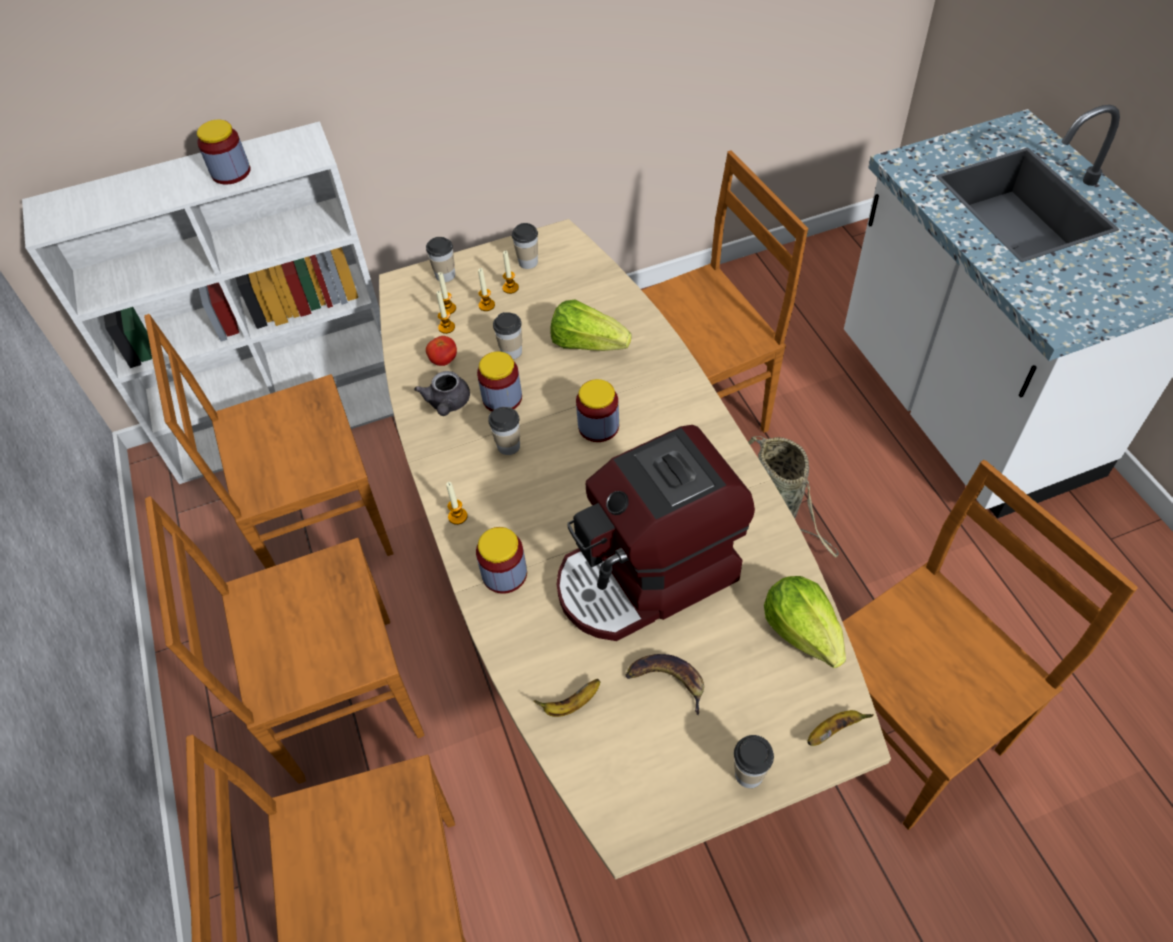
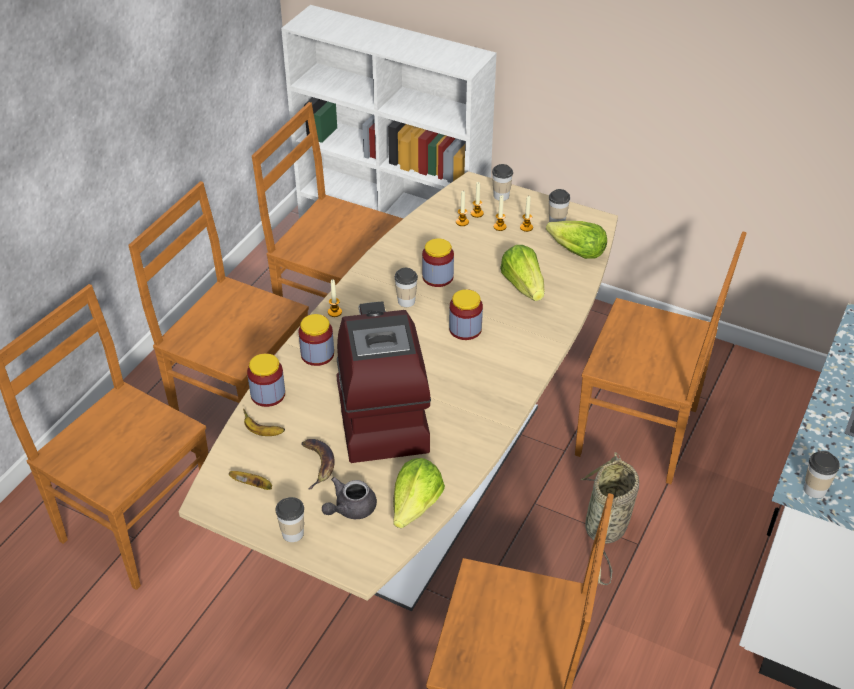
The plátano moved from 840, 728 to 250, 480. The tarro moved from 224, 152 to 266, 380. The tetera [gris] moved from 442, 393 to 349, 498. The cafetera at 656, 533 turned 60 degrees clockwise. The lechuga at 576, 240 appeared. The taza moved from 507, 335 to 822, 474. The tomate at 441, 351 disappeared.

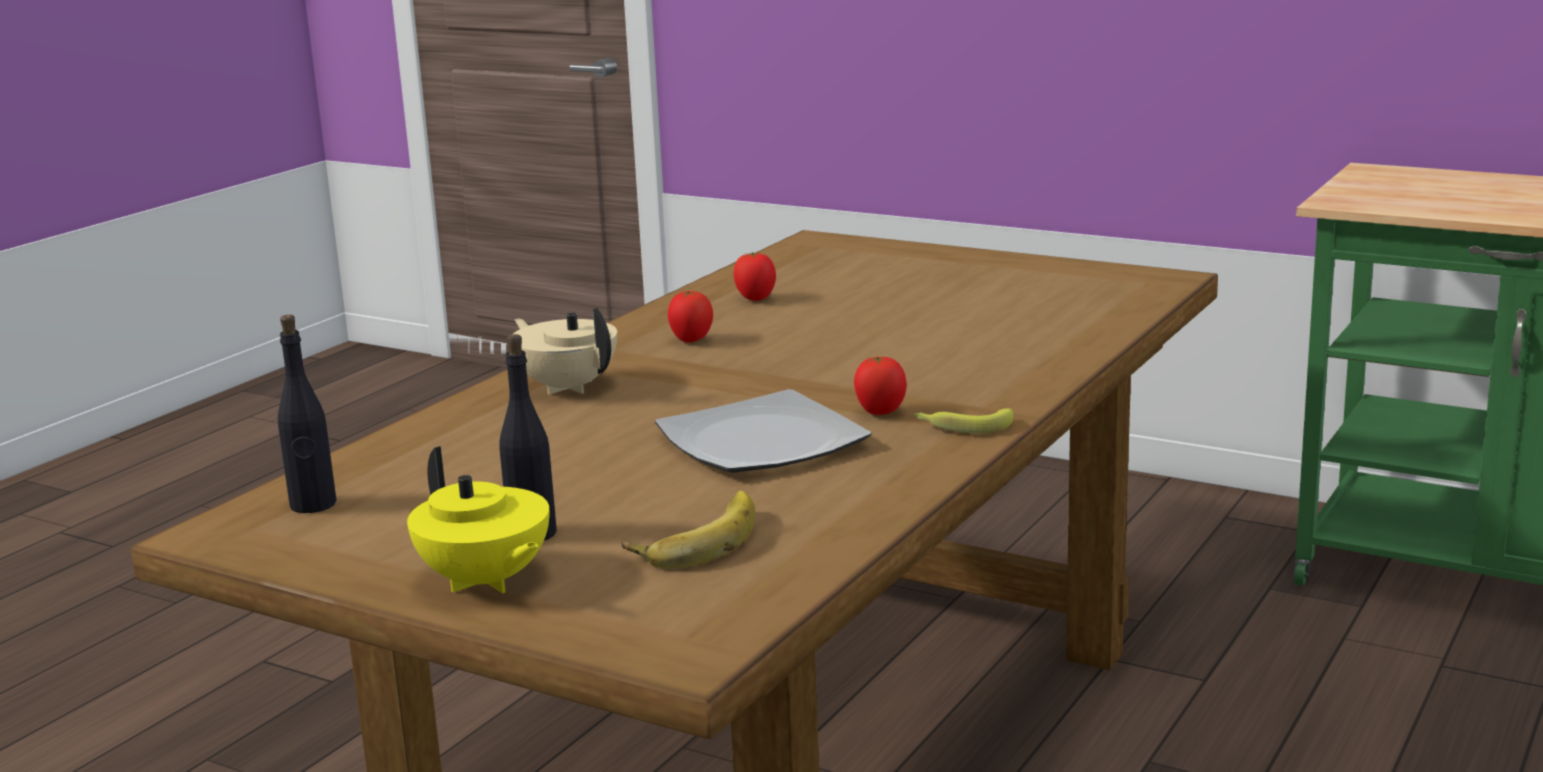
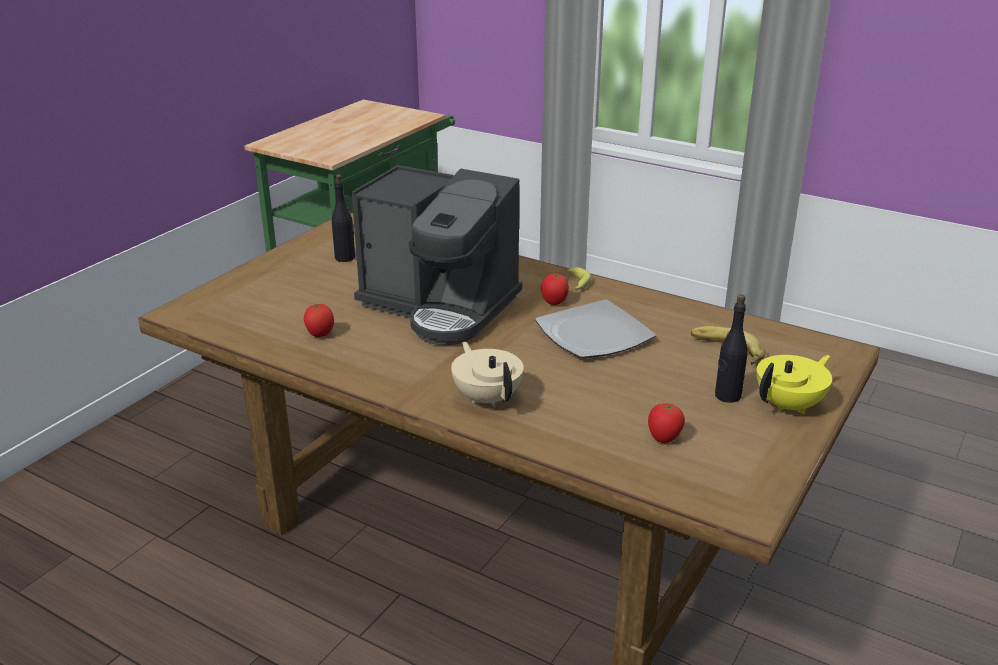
The botella [negro] moved from 307, 414 to 343, 218. The cafetera at 437, 255 appeared. The tetera [beis] at 565, 351 turned 105 degrees clockwise. The tomate moved from 690, 317 to 666, 423.

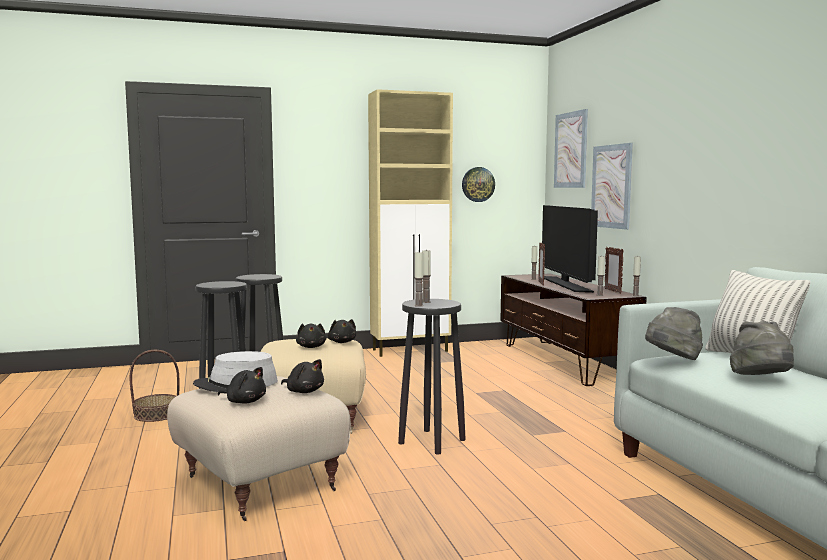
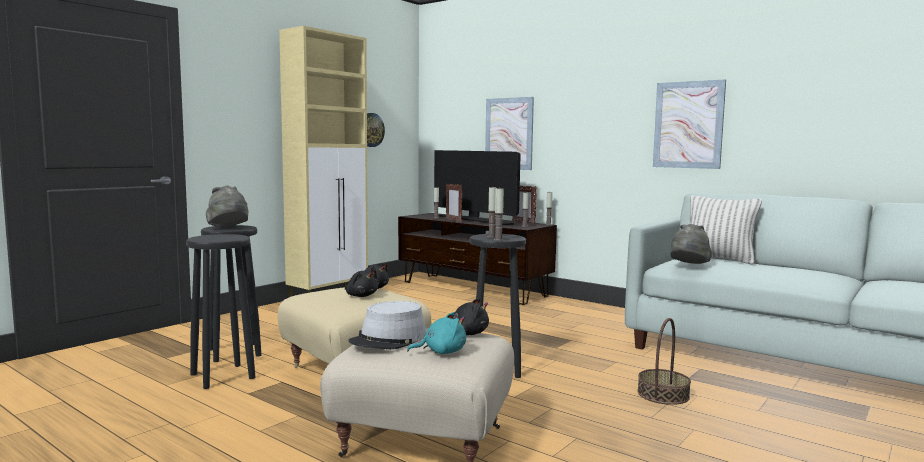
The sombrero [gris] moved from 762, 348 to 227, 206. The peluche [negro] at 242, 385 became the peluche [turquesa] at 436, 333. The cesta moved from 154, 386 to 664, 361. The cuadro moved from 571, 148 to 689, 124.

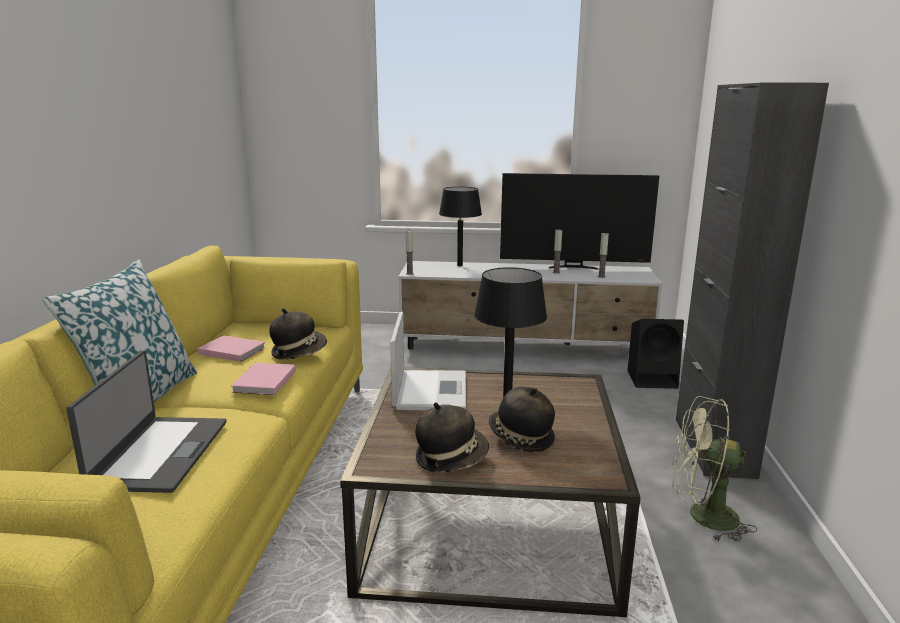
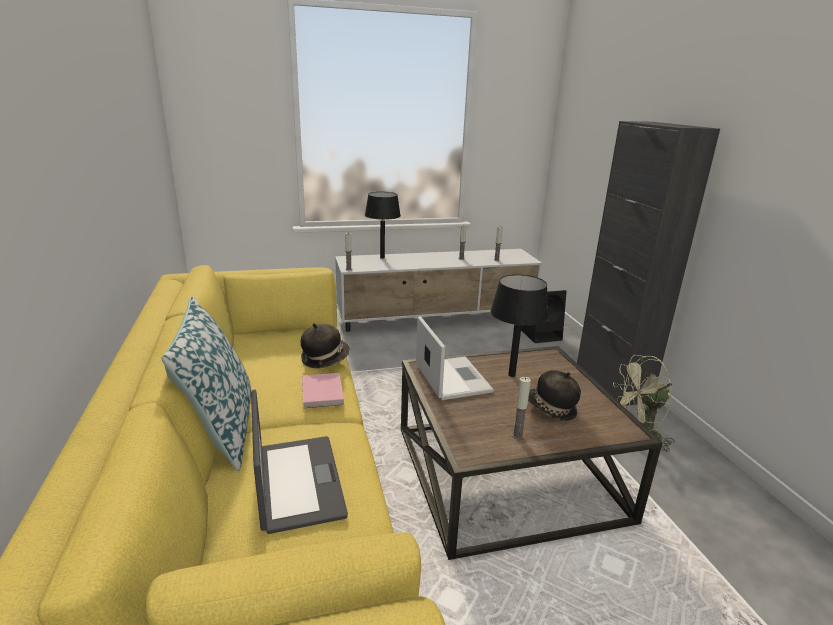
The sombrero at 452, 437 was replaced by the vela at 521, 408. The libro [rosa] at 231, 348 disappeared. The televisor at 579, 221 disappeared.

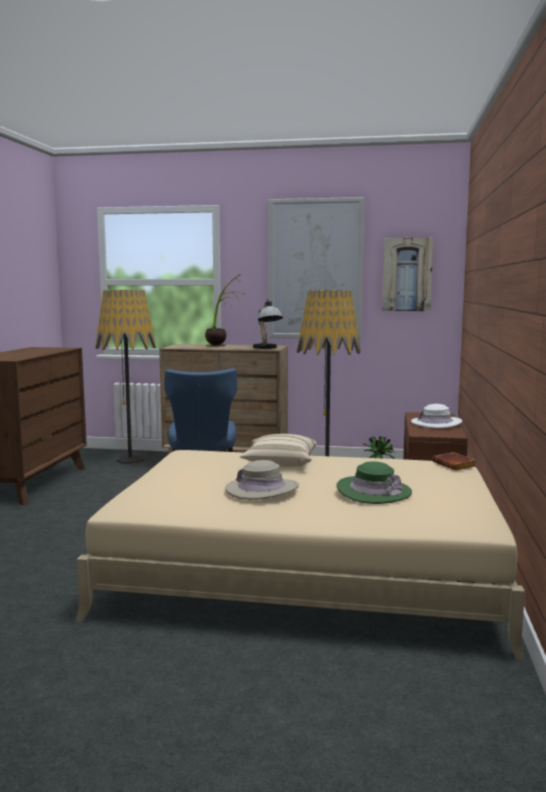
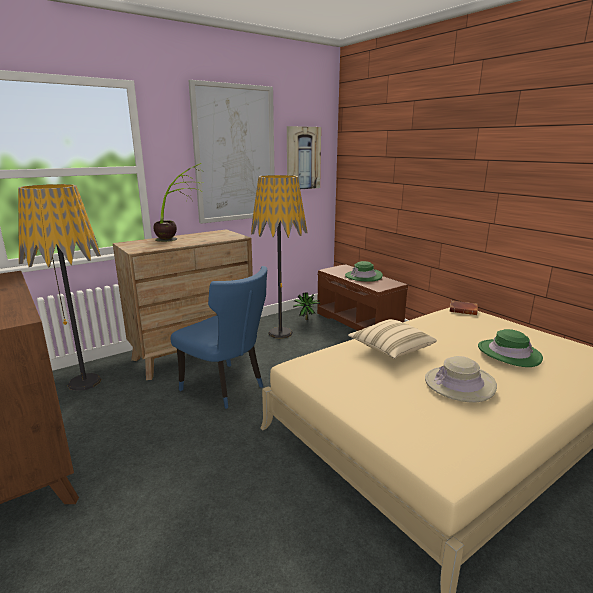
The sombrero [blanco] at 436, 416 became the sombrero [verde] at 364, 271. The lámpara de mesa at 268, 324 disappeared.

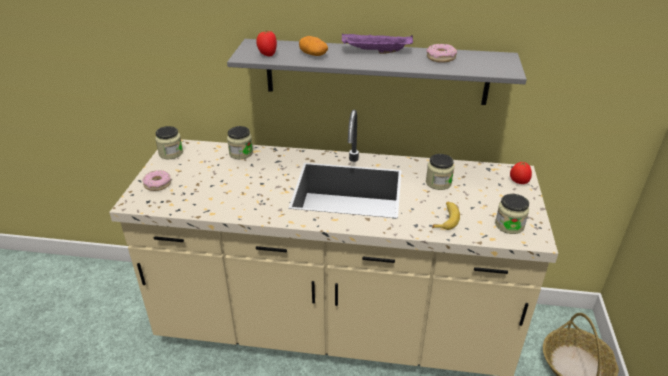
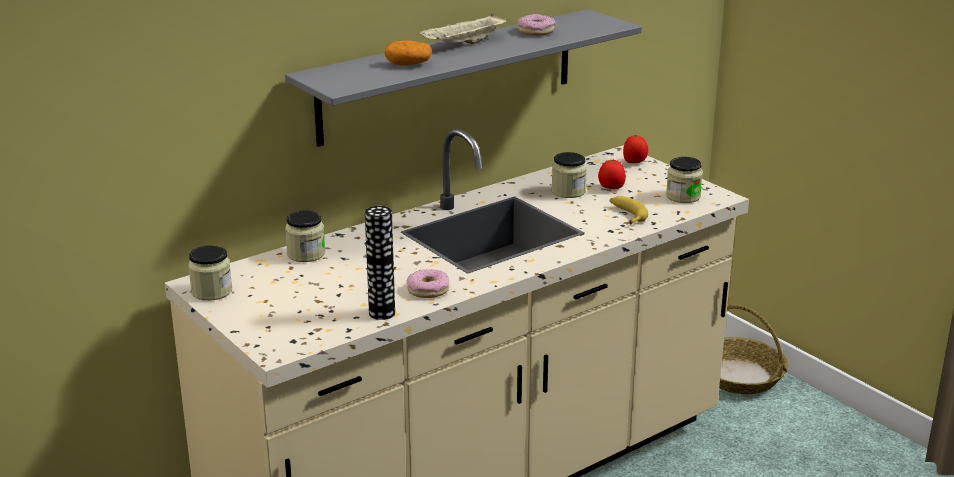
The florero at 380, 263 appeared. The rosquilla moved from 156, 180 to 428, 283. The bandeja [morado] at 377, 44 became the bandeja [beis] at 463, 28. The tomate moved from 266, 43 to 612, 174.

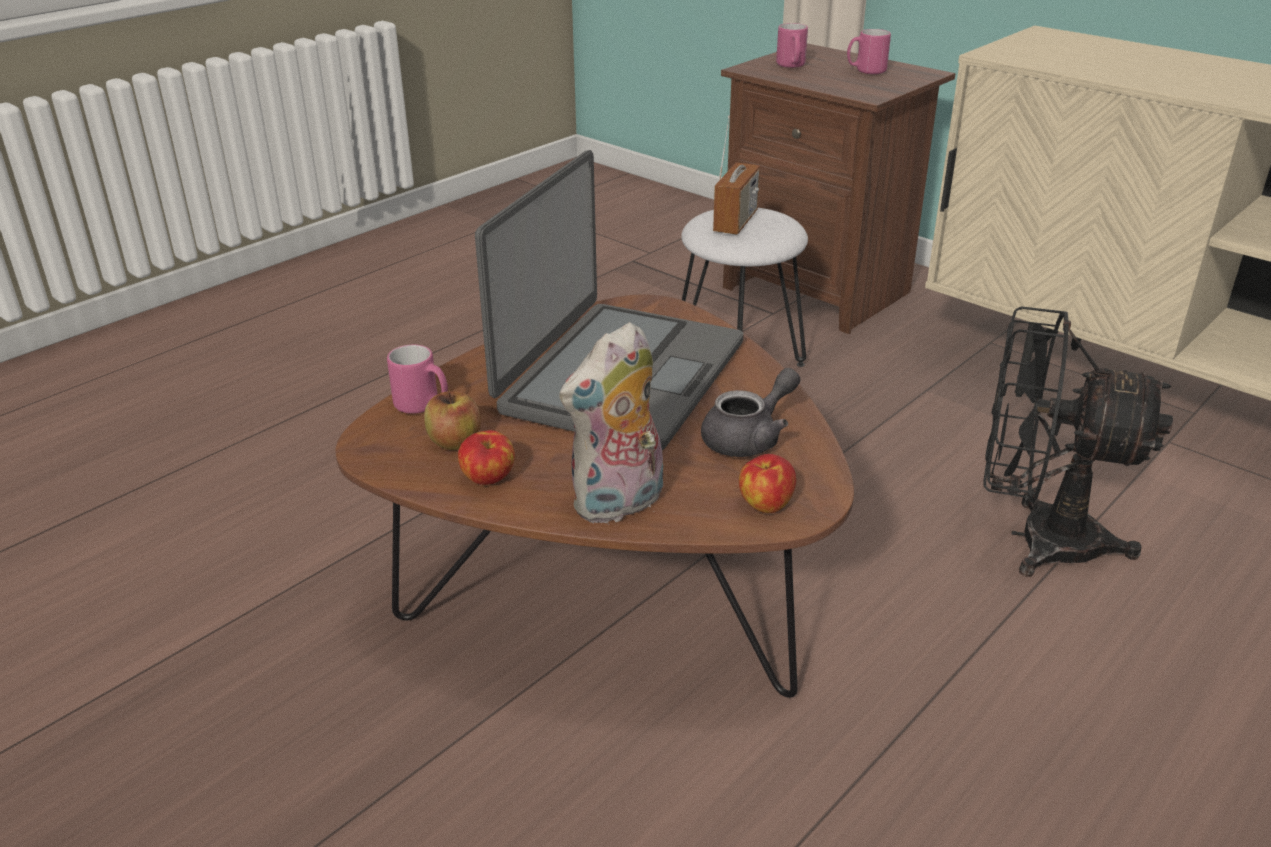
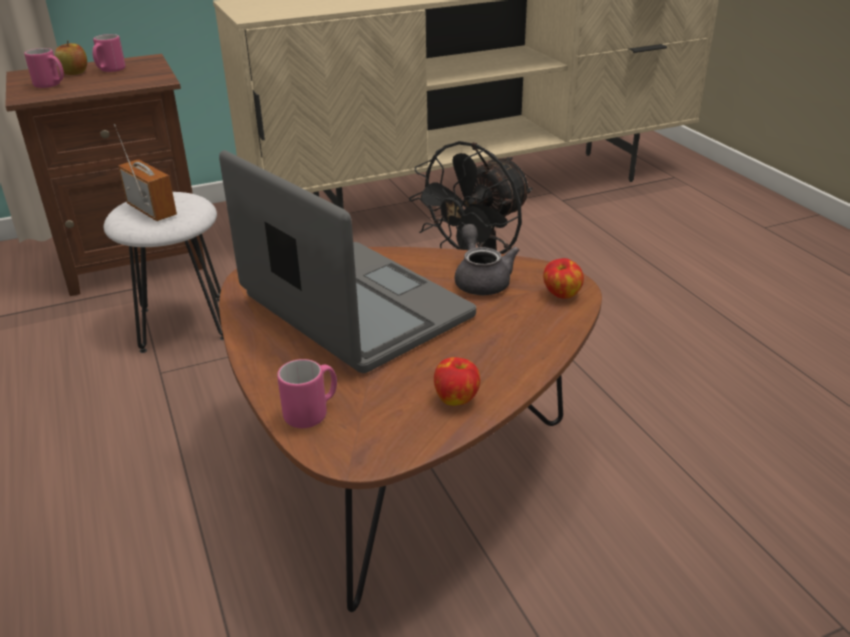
The manzana moved from 453, 420 to 71, 57. The peluche at 611, 423 disappeared.

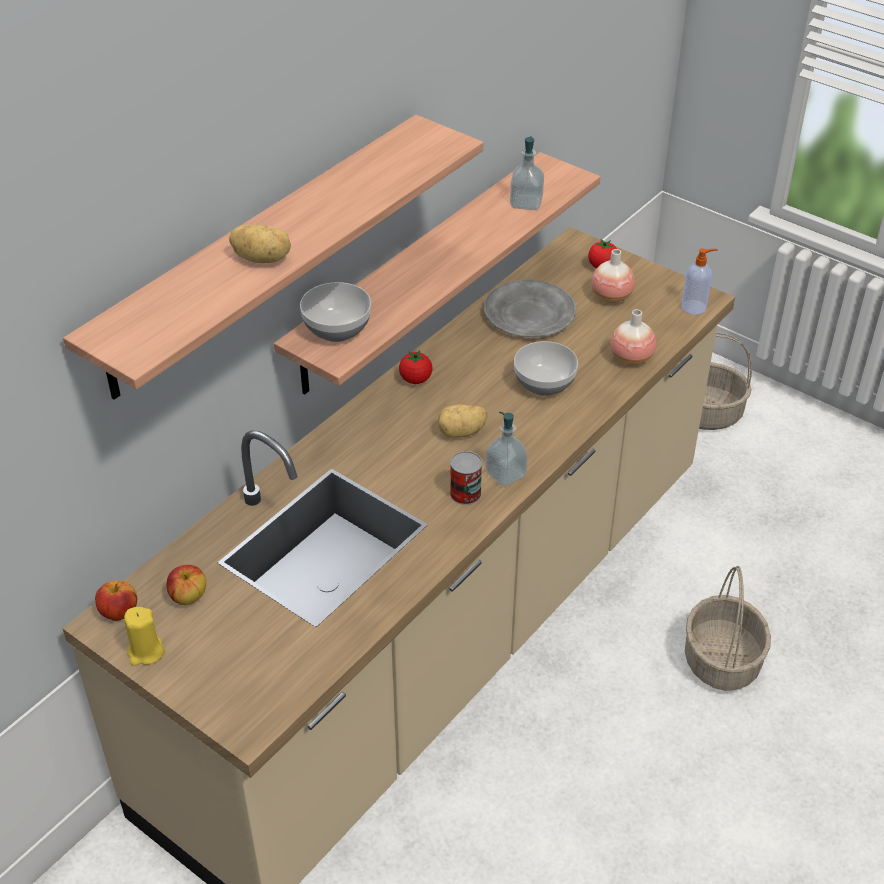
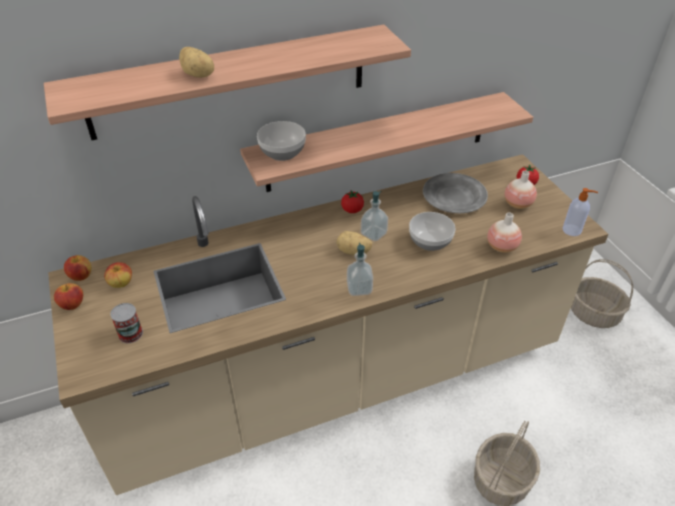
The vela [amarillo] at 144, 636 was replaced by the manzana at 68, 296. The lata moved from 466, 478 to 126, 323. The dispensador de jabón moved from 527, 173 to 374, 216.

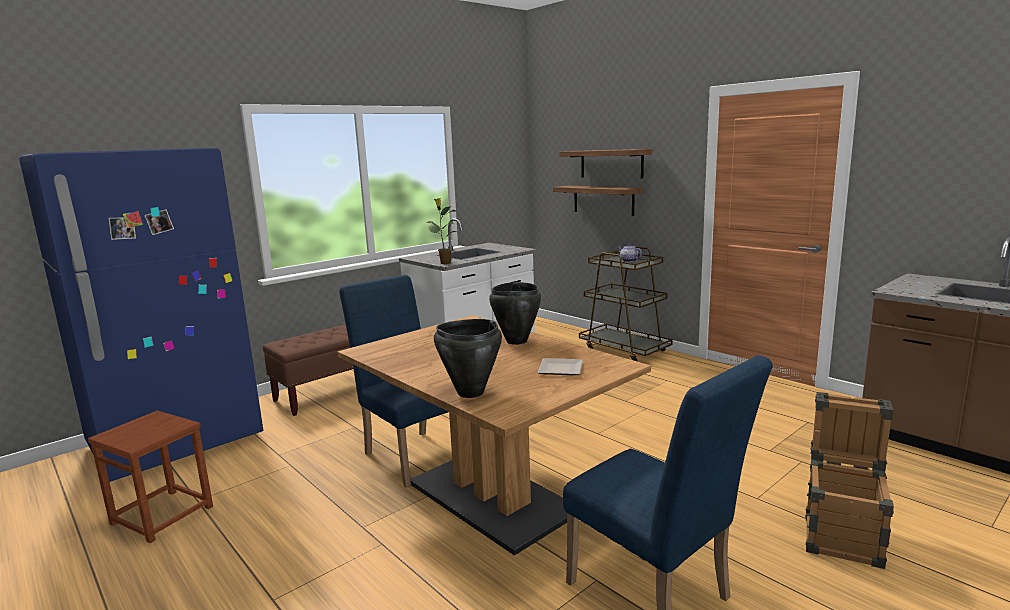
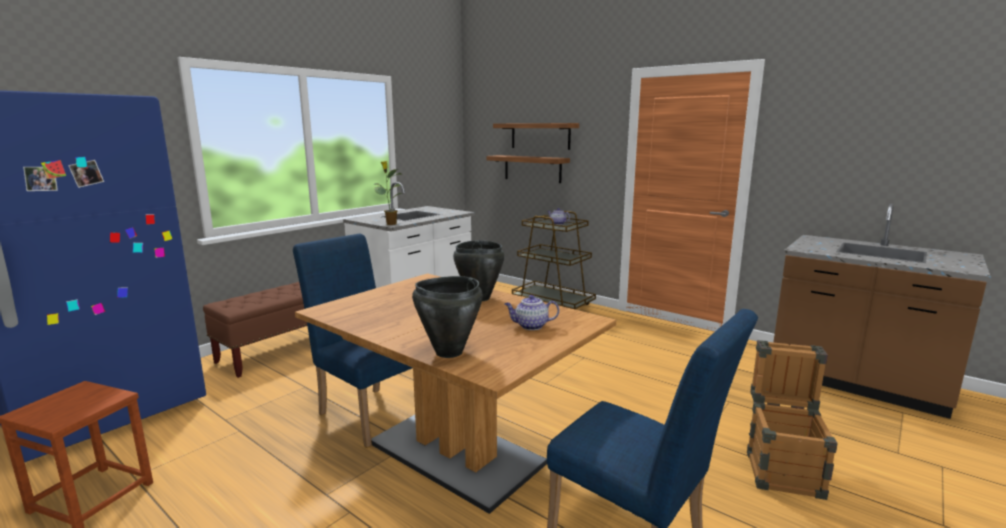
The plato at 560, 366 was replaced by the tetera at 532, 312.

